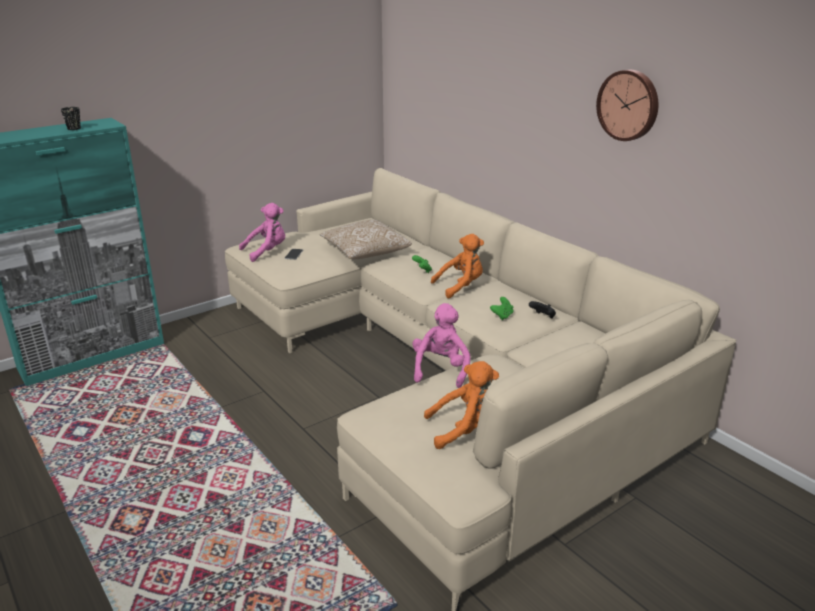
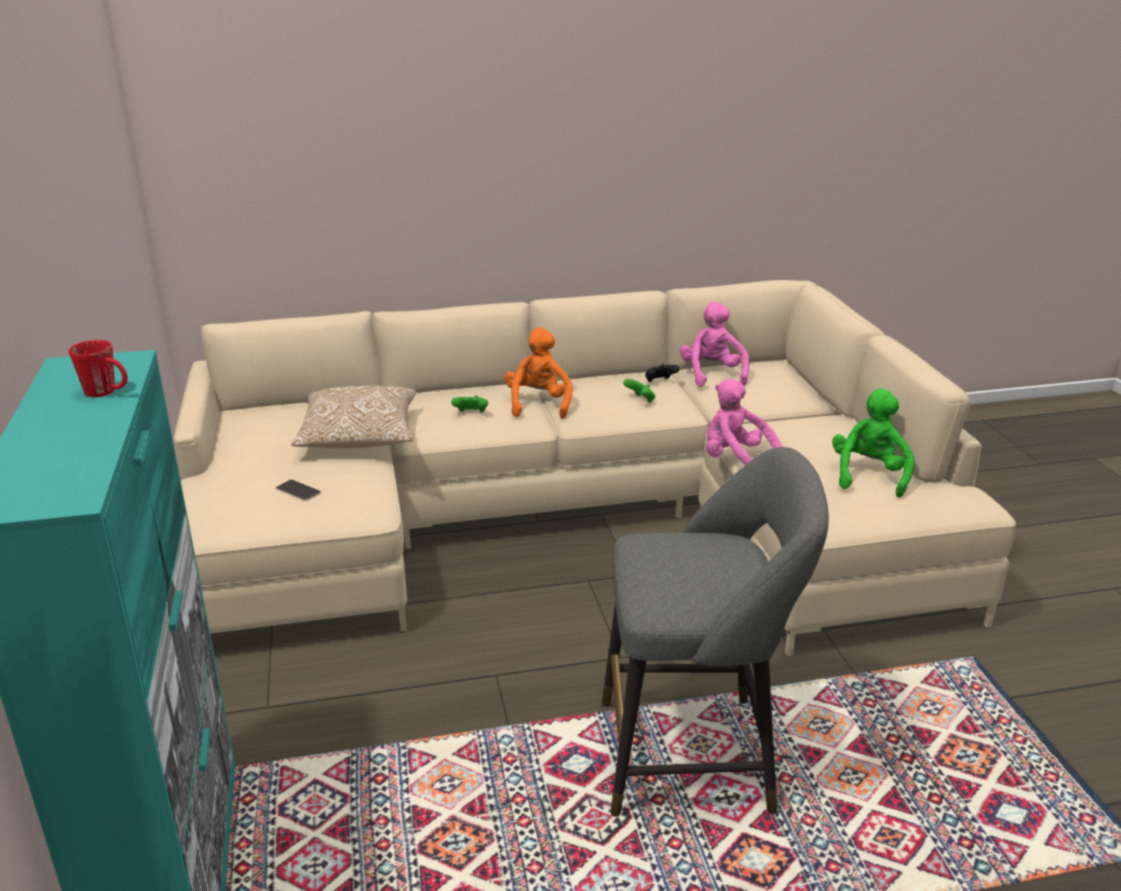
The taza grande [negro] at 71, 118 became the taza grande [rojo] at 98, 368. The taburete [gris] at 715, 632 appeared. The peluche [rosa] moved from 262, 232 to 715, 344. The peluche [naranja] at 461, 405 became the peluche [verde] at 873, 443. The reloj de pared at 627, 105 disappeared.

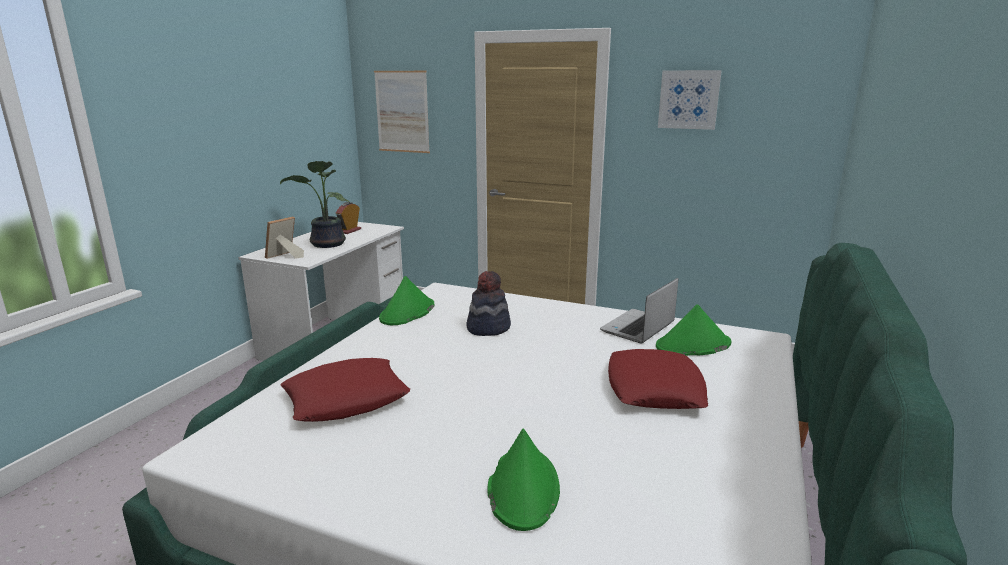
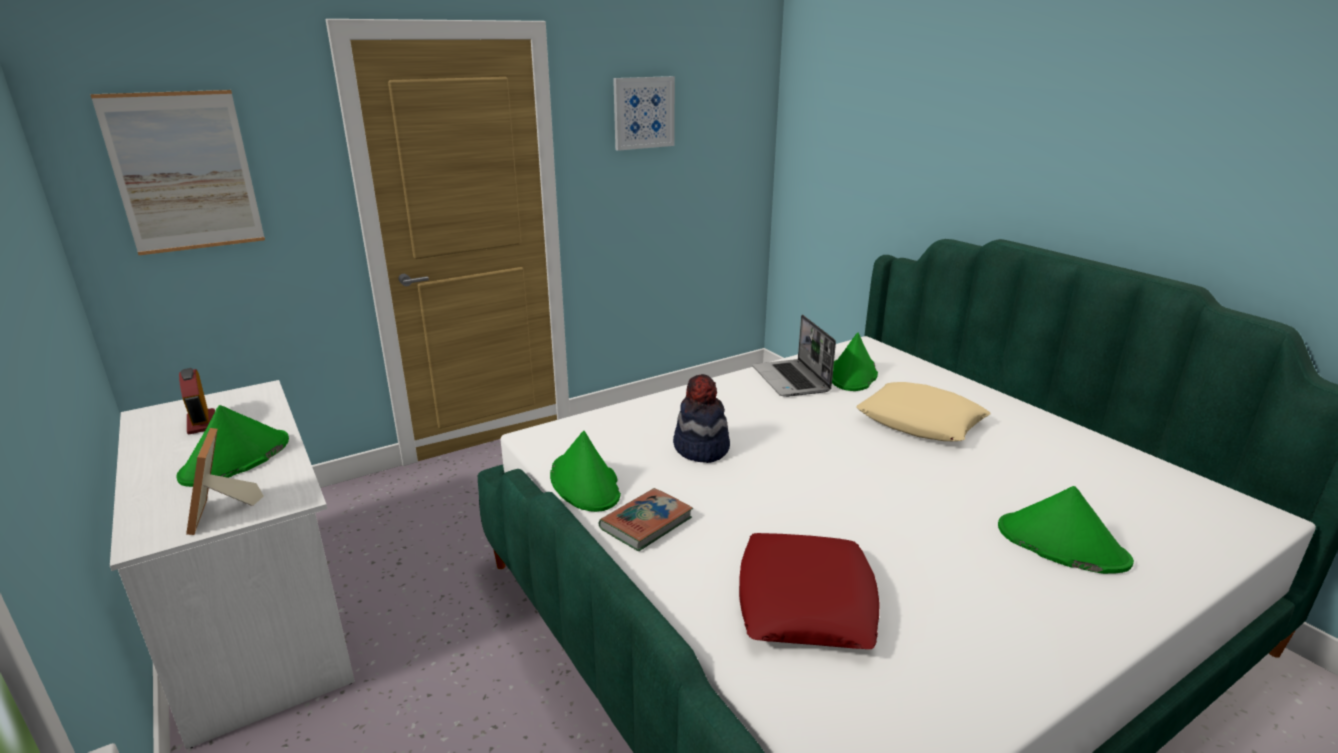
The planta en maceta at 315, 204 was replaced by the sombrero [verde] at 233, 446. The libro at 646, 519 appeared. The cojín [rojo] at 658, 379 became the cojín [beis] at 923, 411.

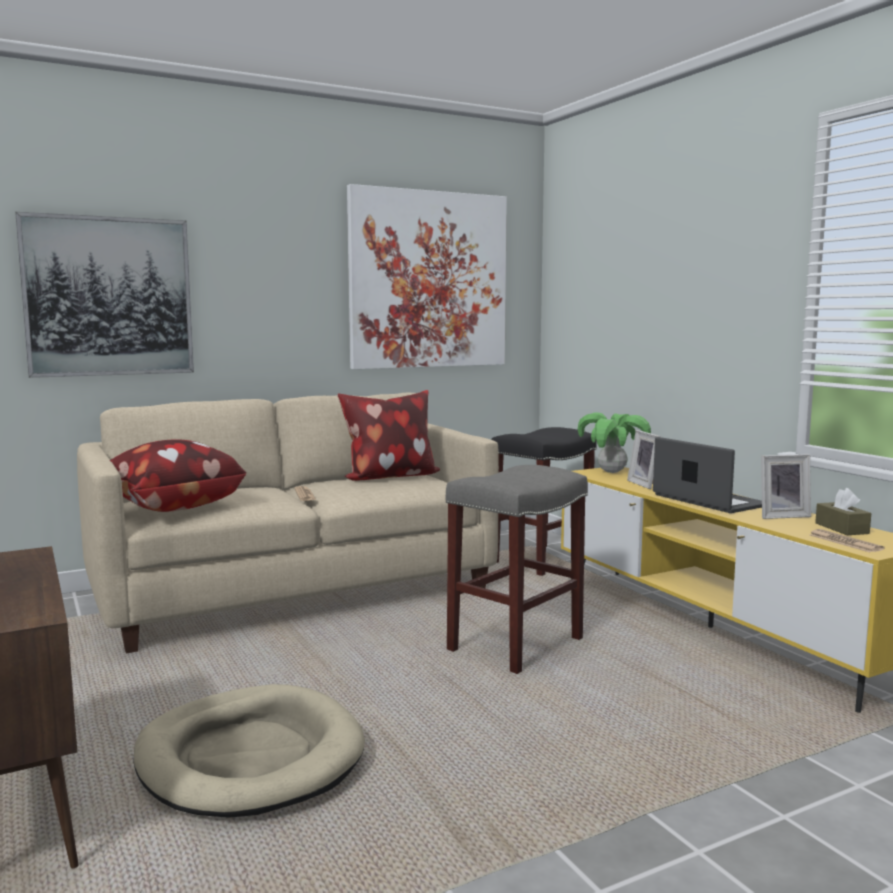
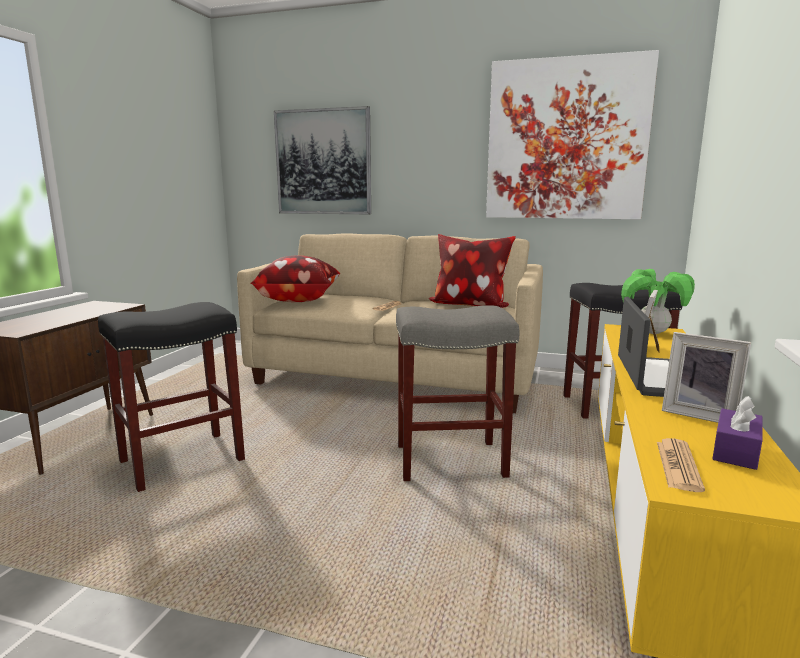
The cama para perro [beis] at 249, 751 was replaced by the taburete [negro] at 171, 397. The caja de pañuelos [marrón] at 843, 511 became the caja de pañuelos [morado] at 738, 433.

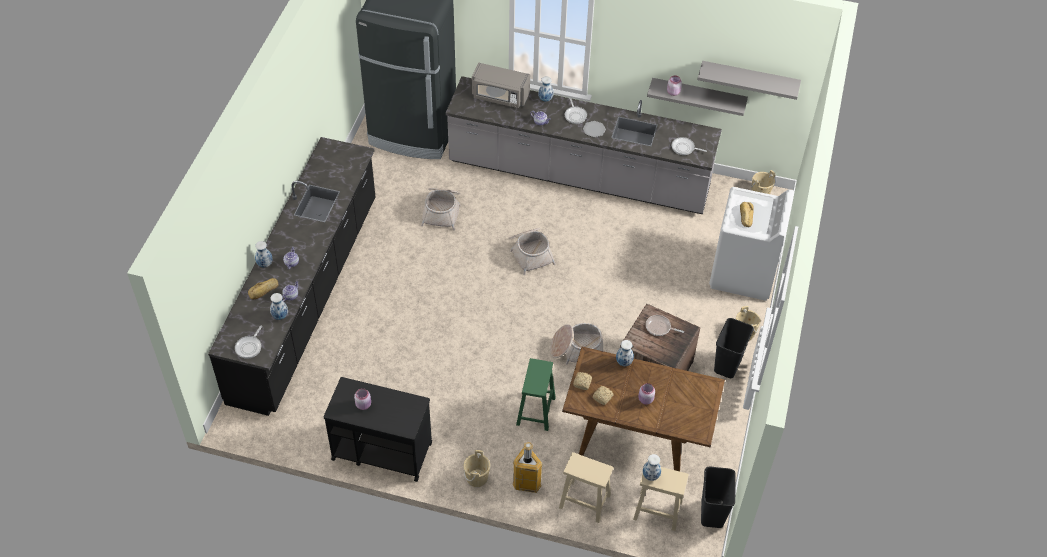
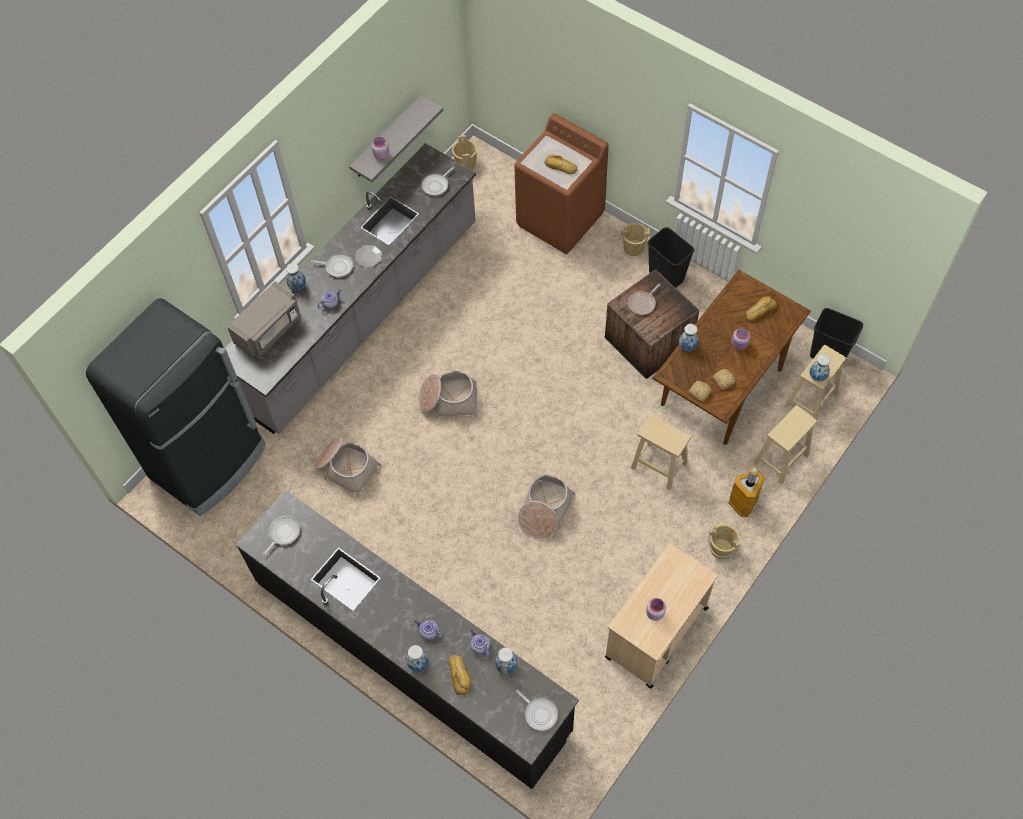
The sartén at 281, 535 appeared. The lavadora [blanco] at 751, 244 became the lavadora [marrón] at 561, 183. The cesta moved from 576, 344 to 546, 507. The carrito [negro] at 378, 429 became the carrito [beis] at 661, 616. The taburete [verde] at 536, 394 became the taburete [beis] at 661, 452. The pan at 761, 308 appeared. The estante [gris] at 749, 80 disappeared.

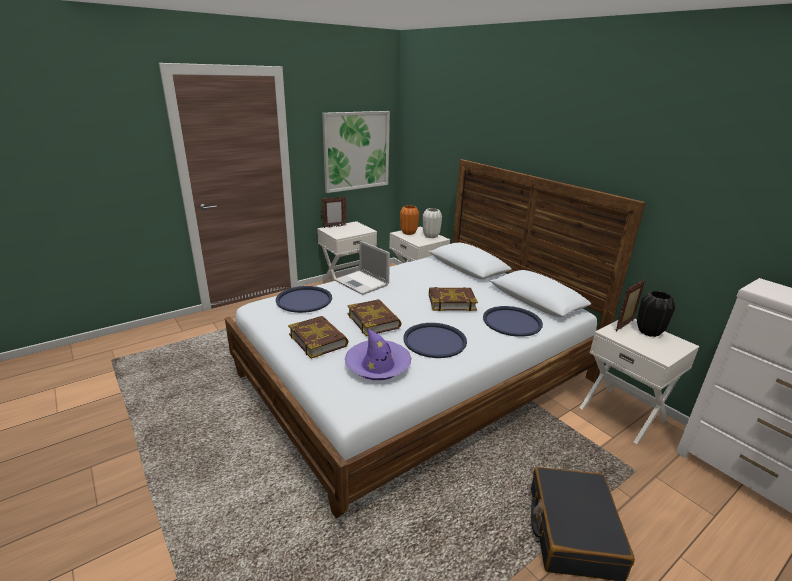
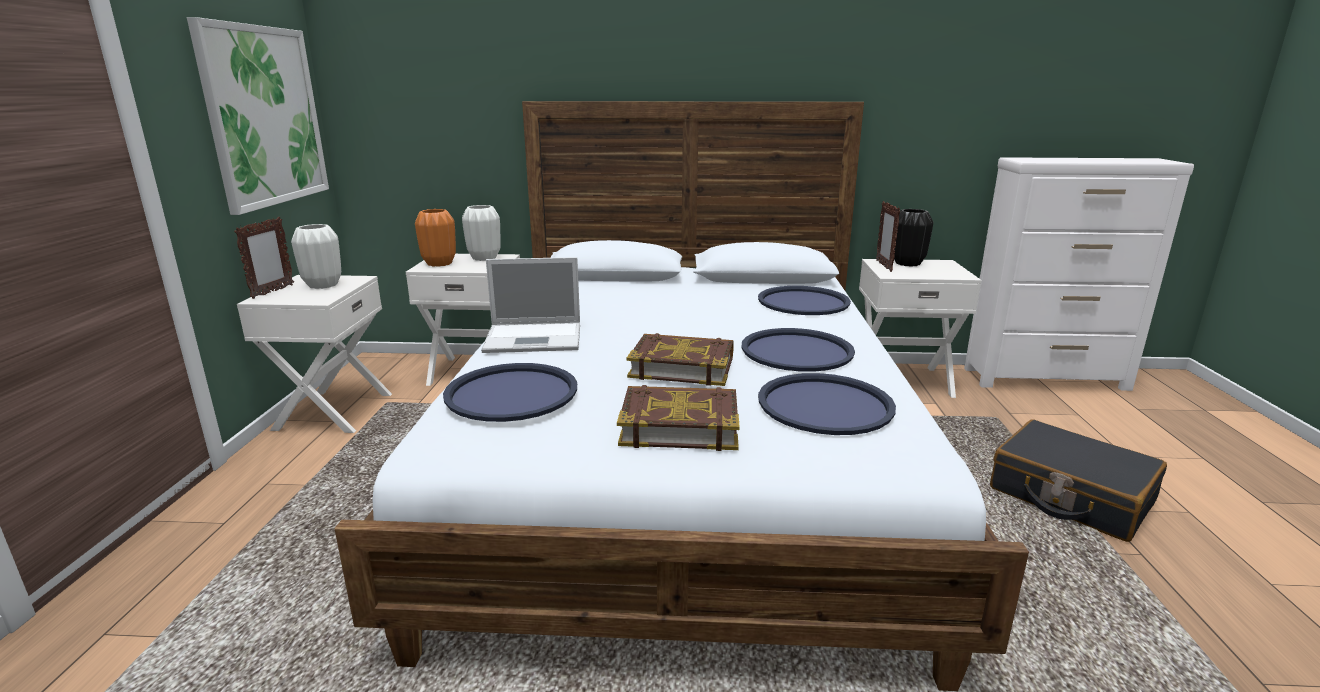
The florero [blanco] at 316, 256 appeared. The sombrero [morado] at 378, 354 was replaced by the bandeja [azul] at 827, 404. The libro at 453, 299 disappeared.

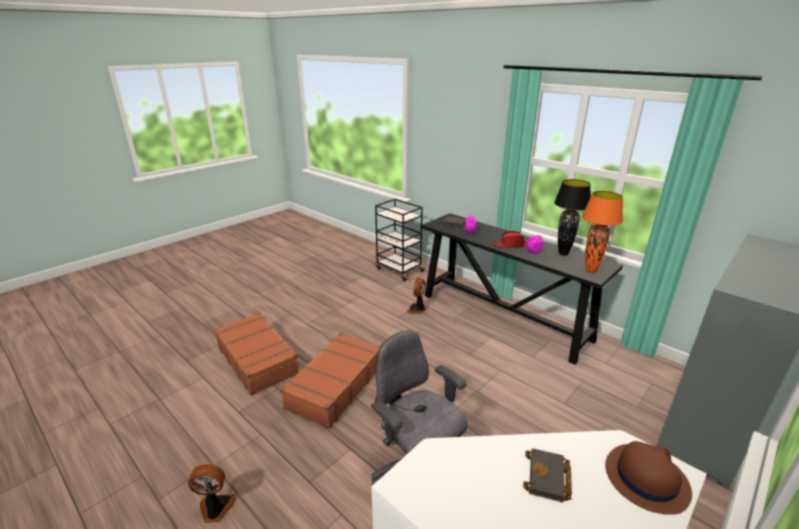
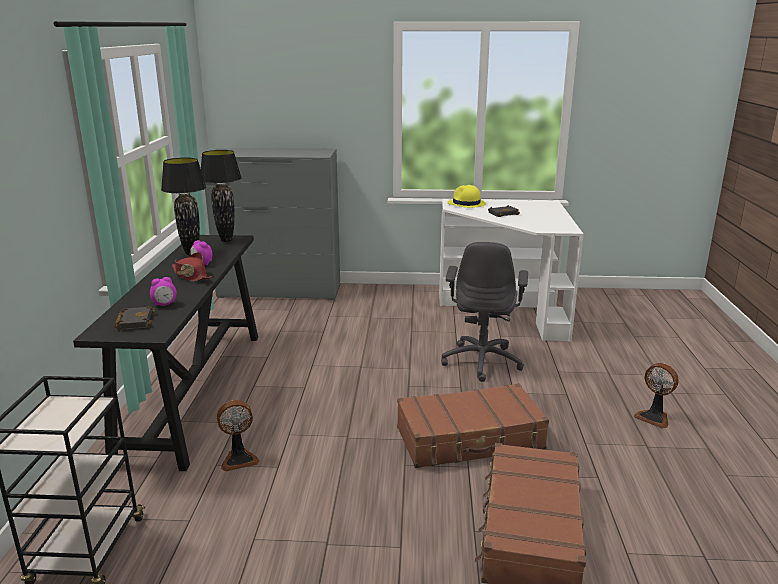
The lámpara de mesa [naranja] at 602, 232 became the lámpara de mesa [negro] at 221, 196. The sombrero [marrón] at 648, 478 became the sombrero [amarillo] at 467, 196.

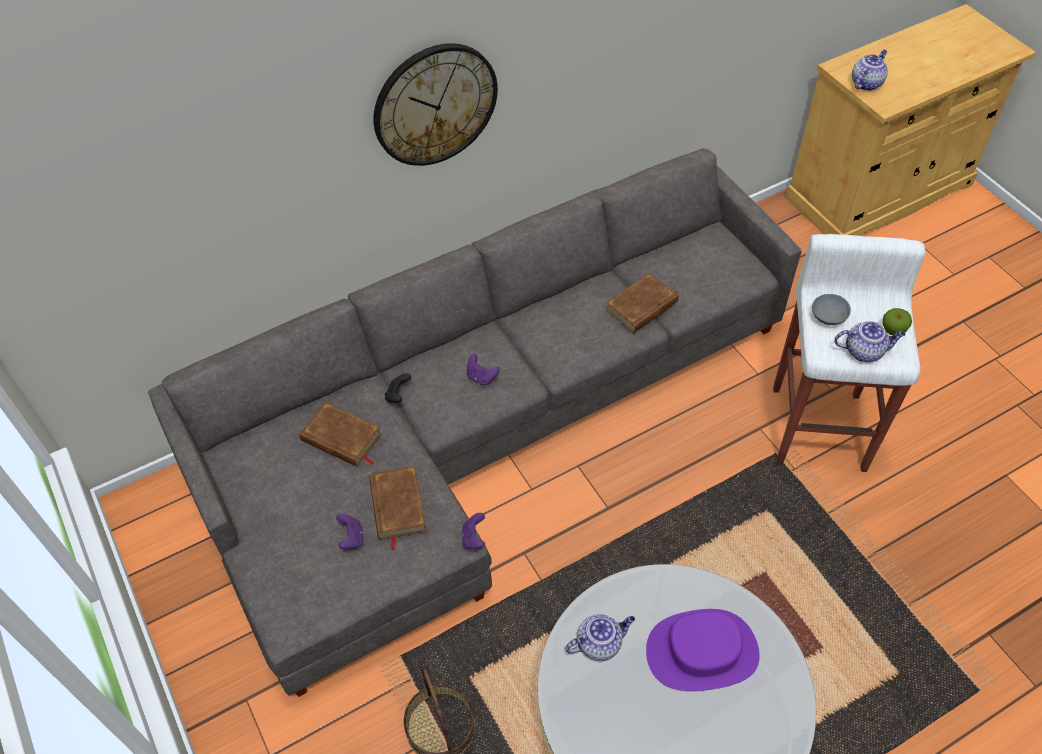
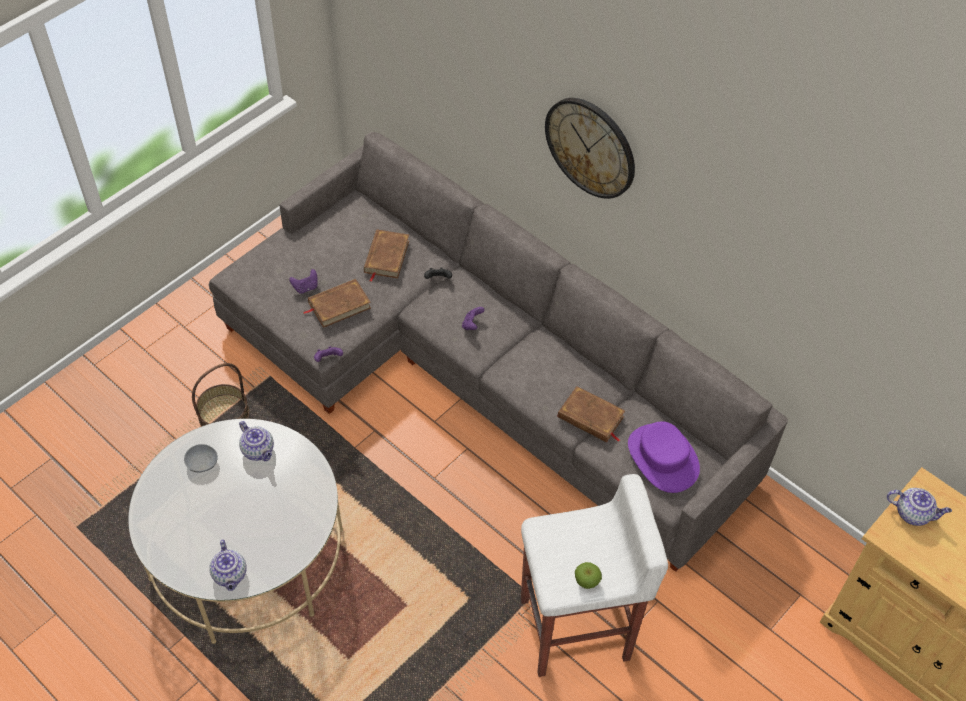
The cuenco [gris] moved from 831, 309 to 201, 458. The tetera moved from 870, 341 to 228, 565. The sombrero [morado] moved from 703, 650 to 664, 457.

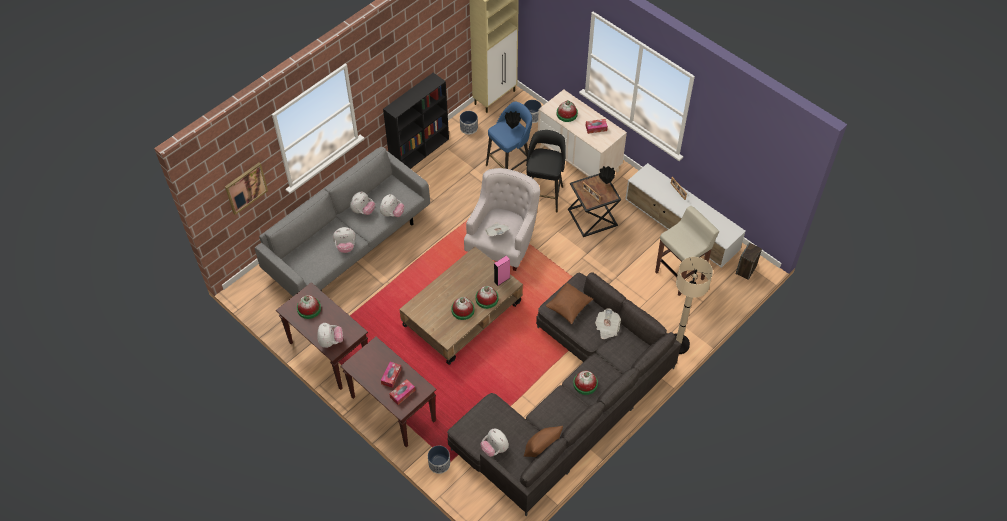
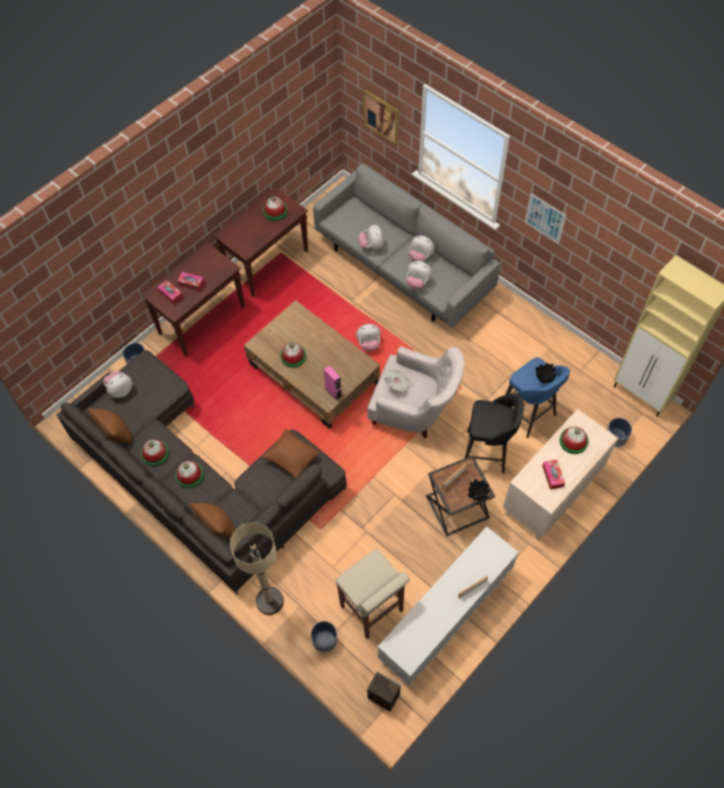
The sombrero moved from 487, 297 to 155, 452. The cojín [marrón] at 212, 520 appeared. The maceta moved from 469, 122 to 324, 637. The peluche moved from 330, 335 to 368, 338. The cuadro at 545, 218 appeared. The estantería [negro] at 416, 121 disappeared. The periódico at 608, 324 disappeared.

